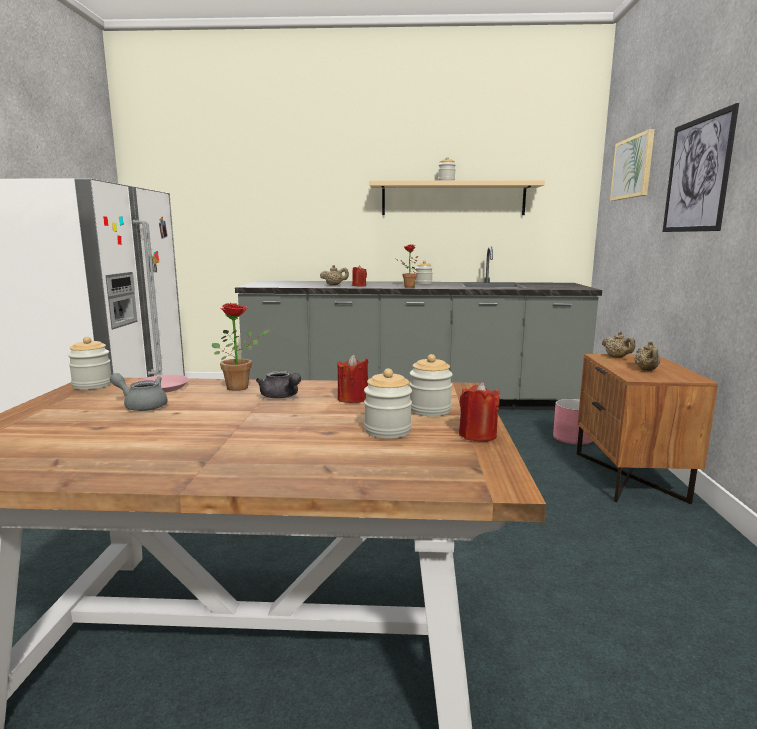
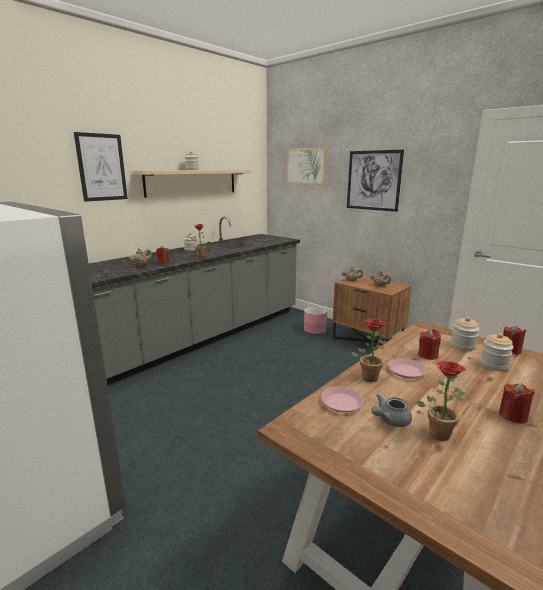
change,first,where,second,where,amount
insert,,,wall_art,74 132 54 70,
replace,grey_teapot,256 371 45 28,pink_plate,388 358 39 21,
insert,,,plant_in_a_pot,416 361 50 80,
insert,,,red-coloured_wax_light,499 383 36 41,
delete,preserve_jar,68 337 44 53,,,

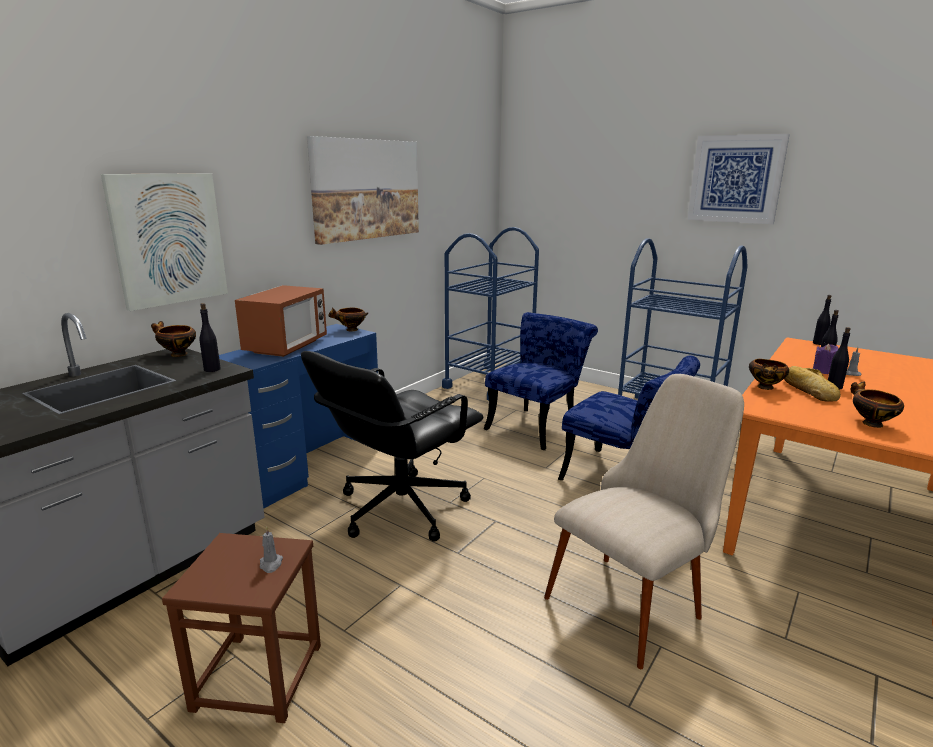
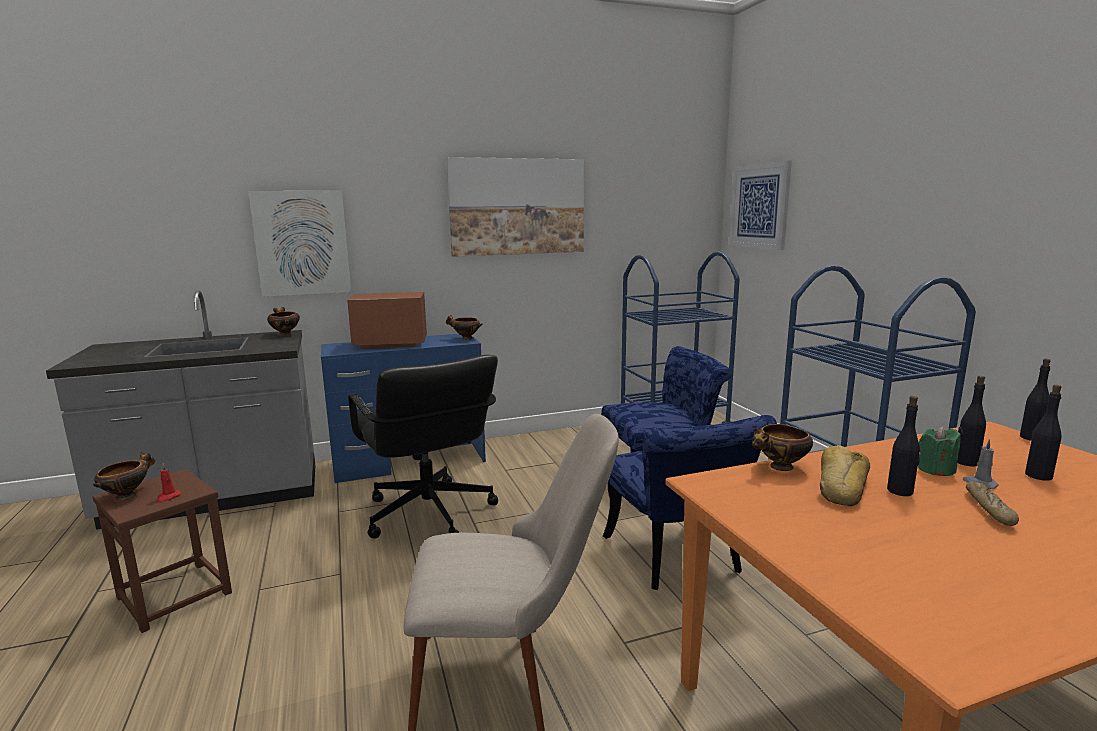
change,first,where,second,where,amount
move,bowl,850 381 54 47,,93 452 62 49,
recolor,grey_wax_light,260 526 23 47,red-coloured_wax_light,157 463 24 40,
rotate,microwave,235 285 92 72,,347 292 80 57,150 degrees counterclockwise
rotate,black_computer_chair,301 351 182 191,,348 355 150 184,105 degrees counterclockwise
move,wall_art,687 134 103 90,,729 160 63 90,
recolor,purple_wax_light,813 344 25 30,green_wax_light,918 426 43 50,
insert,,,bakery_bread,966 481 53 45,
move,black_bottle,200 303 21 69,,1025 385 37 96,

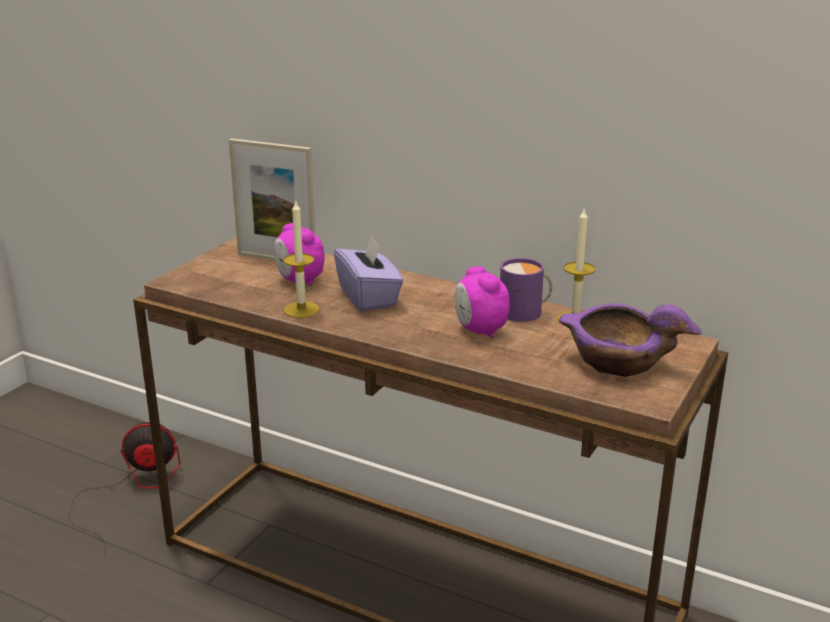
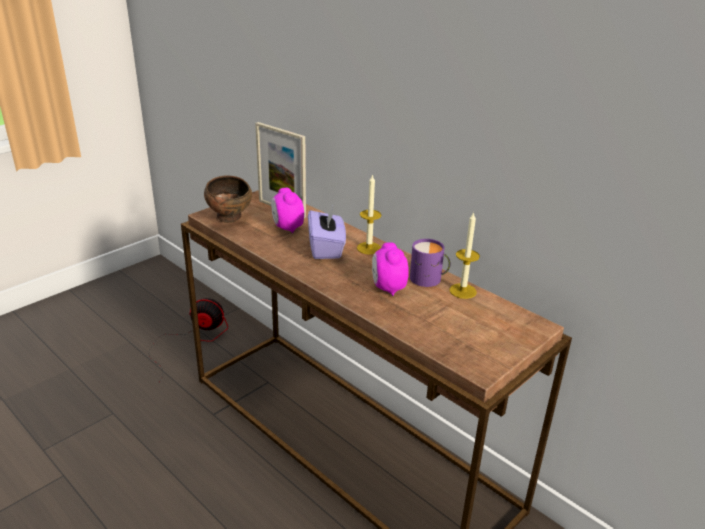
change,first,where,second,where,amount
insert,,,brownish_bowl,204 176 48 47,
move,wax_light,283 201 36 117,,357 174 24 81,
delete,purple_bowl,559 303 143 74,,,

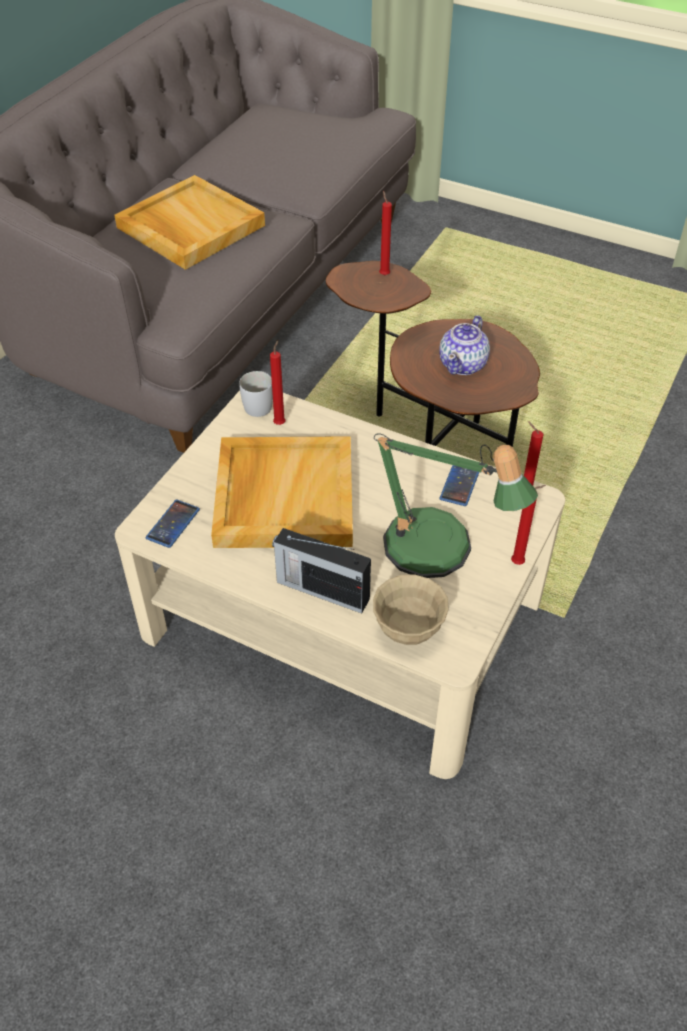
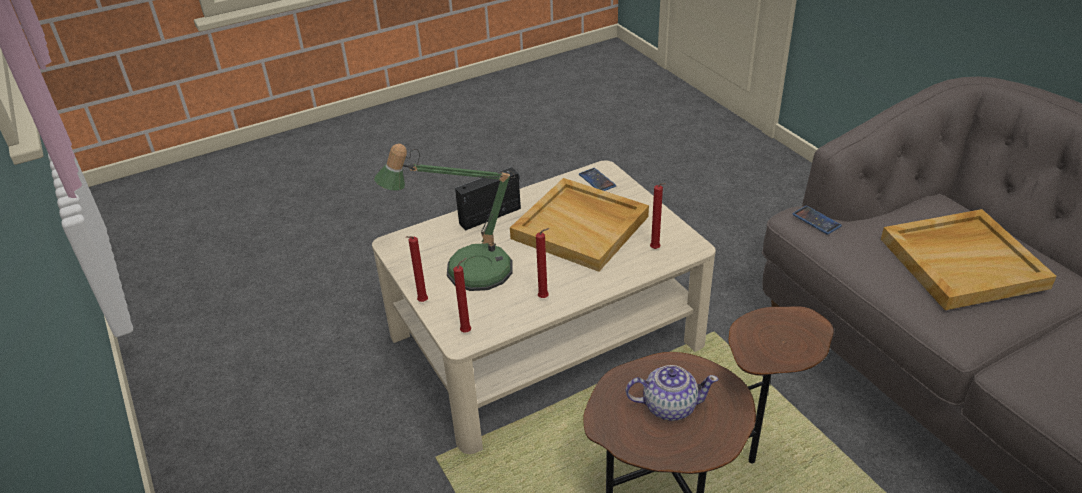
change,first,where,second,where,amount
move,red-coloured_wax_light,379 191 13 85,,536 228 14 70,
rotate,teapot,439 315 51 60,,626 365 92 56,120 degrees clockwise
move,telephone,439 465 40 41,,792 206 50 29,
delete,white_coffee_mug,239 371 34 46,,,
delete,beige_bowl,373 575 76 70,,,

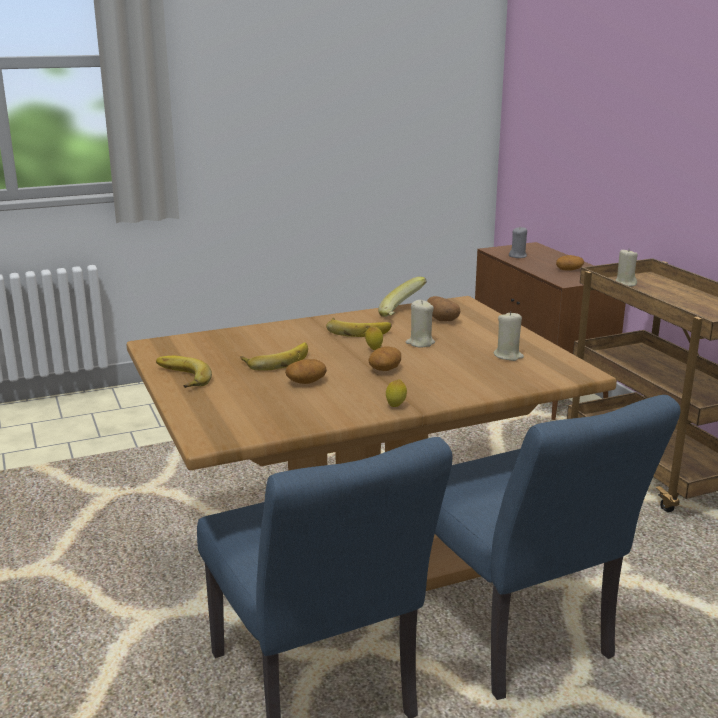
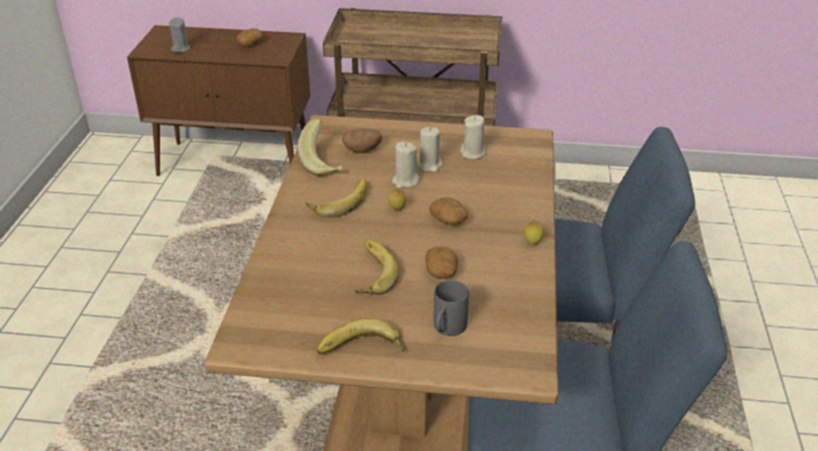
change,first,where,second,where,amount
move,beige_wax_light,615 250 23 37,,417 127 25 45,
insert,,,grey_coffee_mug,434 280 35 56,

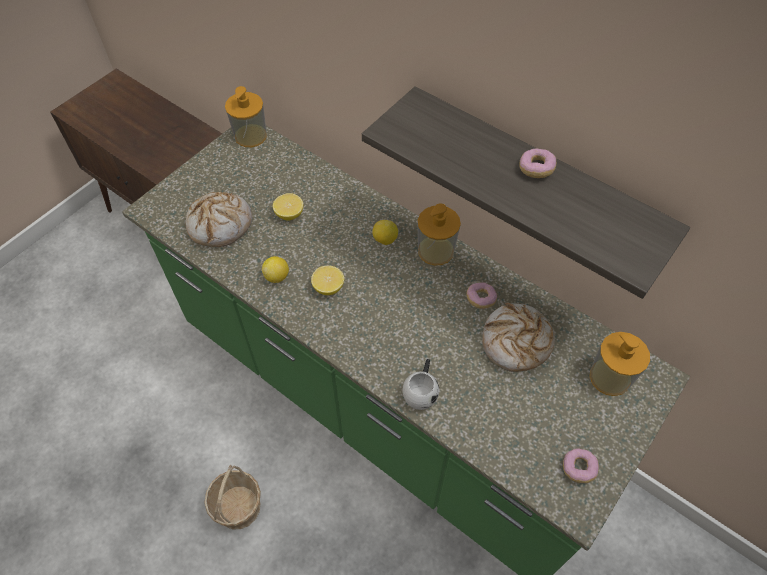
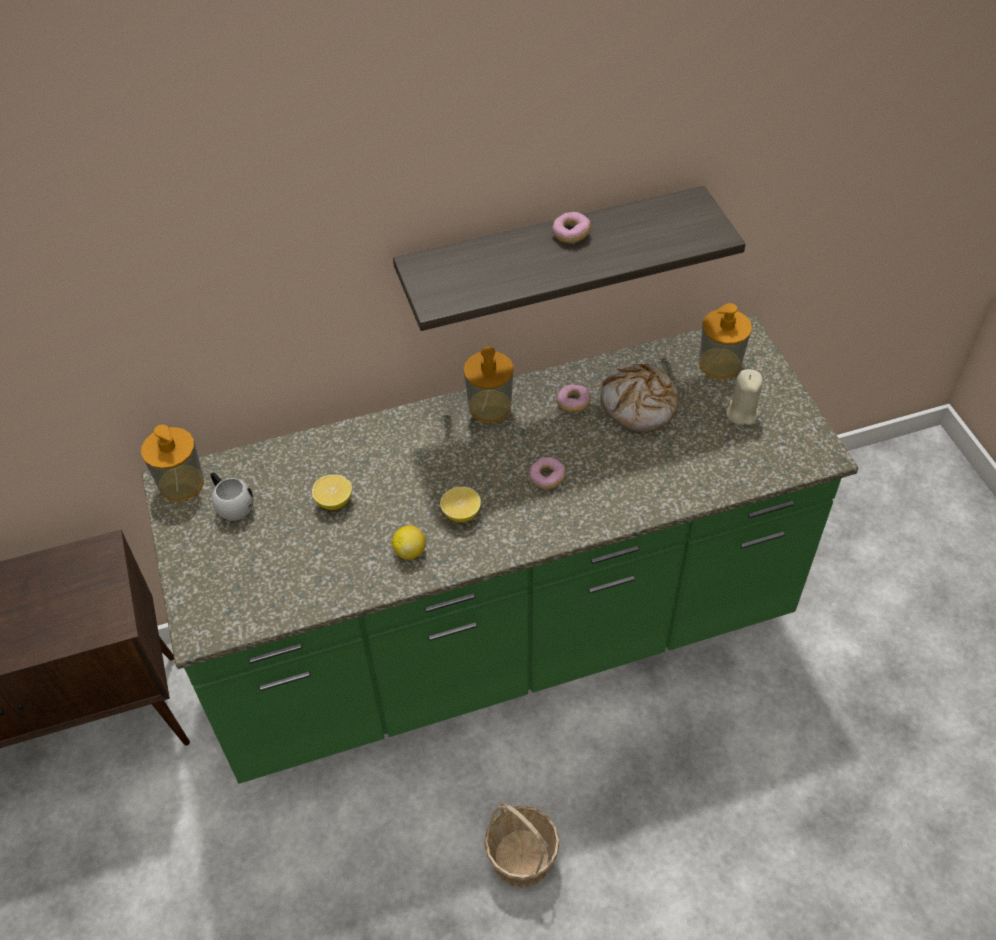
change,first,where,second,where,amount
move,white_coffee_mug,402 359 37 51,,211 472 43 49,
move,donut,563 448 36 35,,529 457 37 32,
insert,,,beige_wax_light,726 369 37 56,
delete,bakery_bread,185 192 67 55,,,
delete,citrus_fruit,373 220 25 25,,,

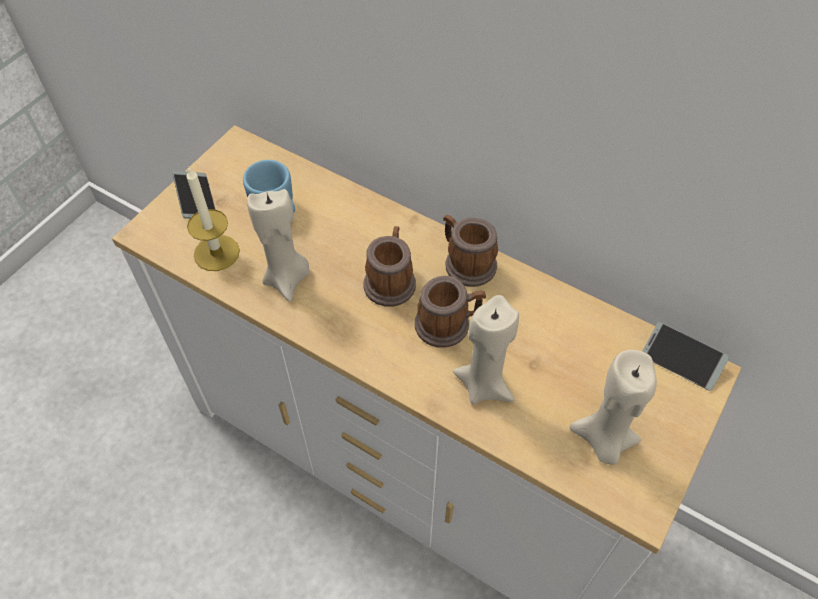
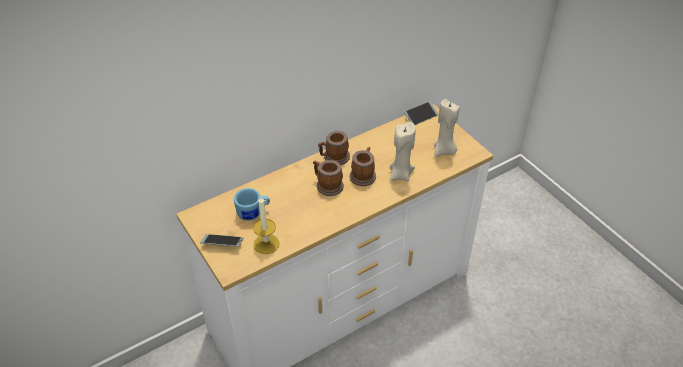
change,first,where,second,where,amount
delete,beige_wax_light,247 189 63 113,,,

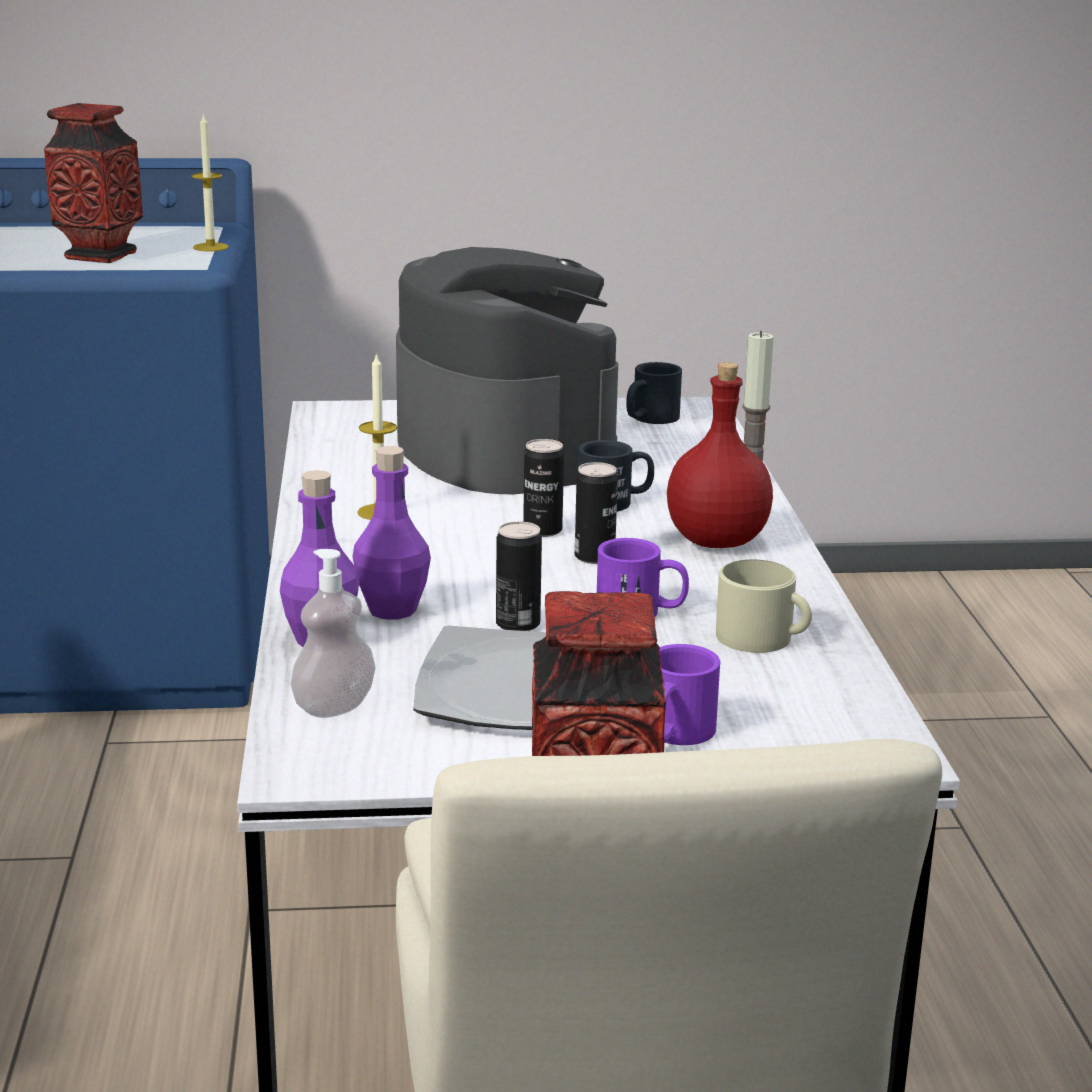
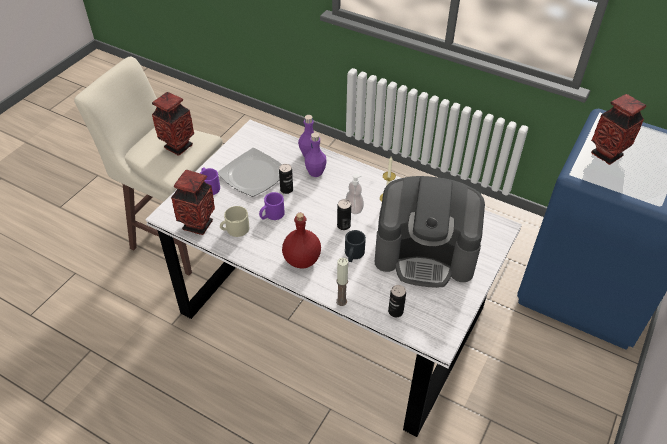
change,first,where,second,where,amount
insert,,,vase,171 170 44 65,
move,soap_bottle,290 549 86 169,,346 174 18 40,
move,sealed_can,575 462 43 102,,388 285 18 32,
delete,wax_light,191 113 38 138,,,
delete,black_coffee_mug,626 362 56 62,,,

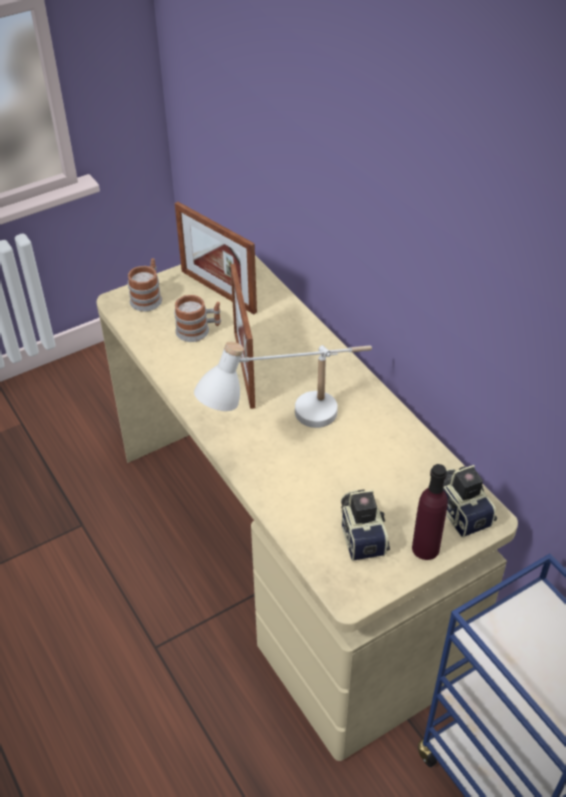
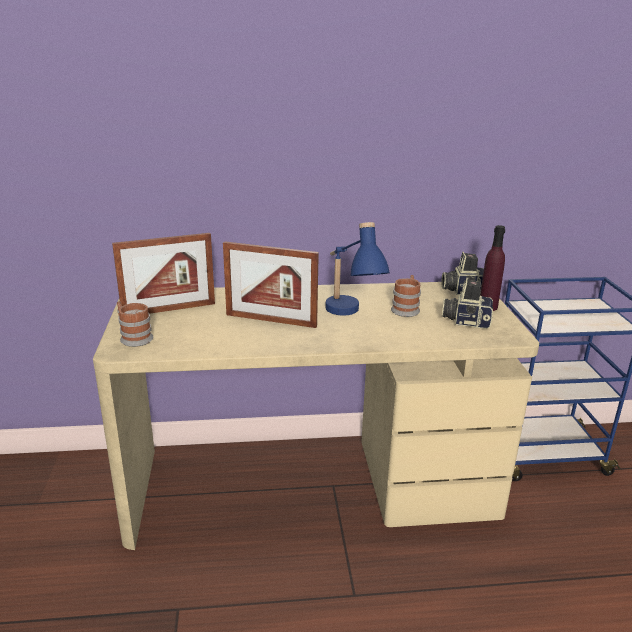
change,first,where,second,where,amount
recolor,white_tabletop_lamp,194 341 178 87,bluish_tabletop_lamp,325 222 65 94,
move,coffee_mug,174 295 47 47,,391 275 30 42,

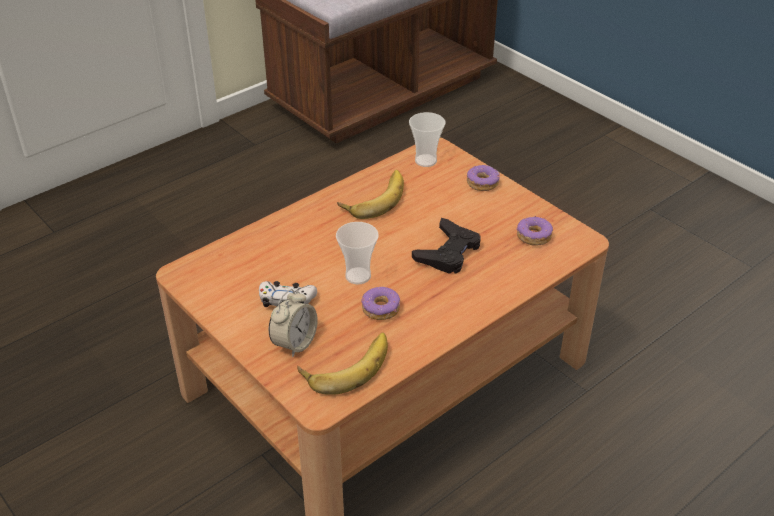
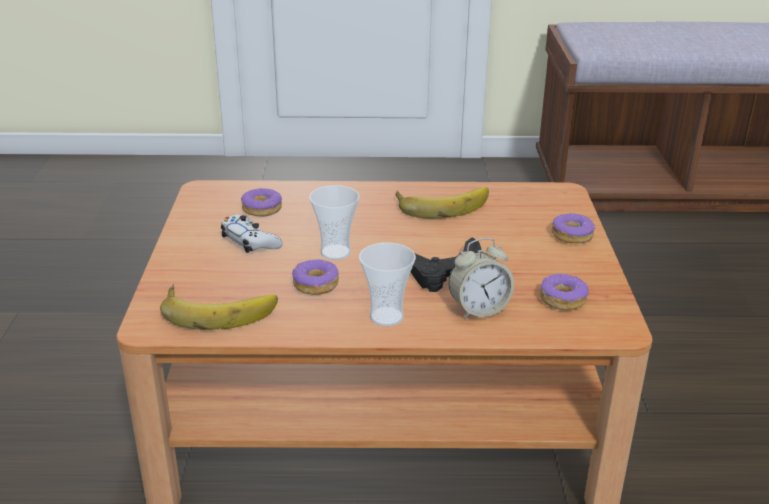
change,first,where,second,where,amount
insert,,,donut,241 188 41 29,
move,cup,409 112 36 55,,359 242 57 85,
move,alarm_clock,269 289 49 68,,449 238 65 81,

